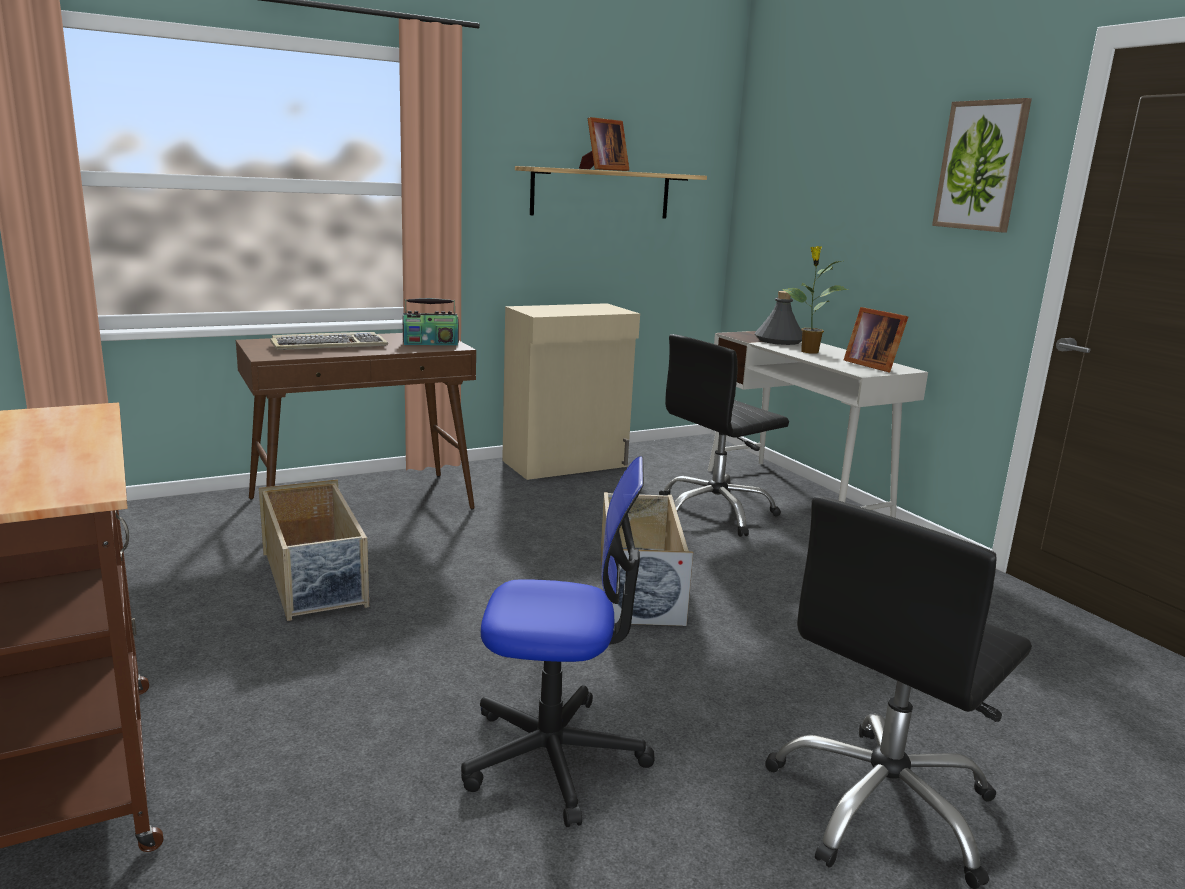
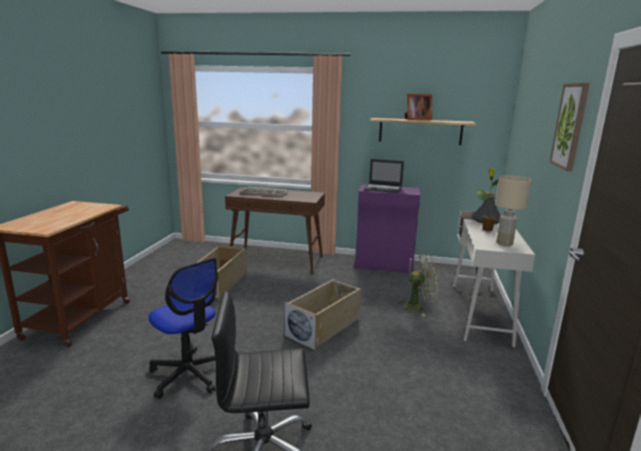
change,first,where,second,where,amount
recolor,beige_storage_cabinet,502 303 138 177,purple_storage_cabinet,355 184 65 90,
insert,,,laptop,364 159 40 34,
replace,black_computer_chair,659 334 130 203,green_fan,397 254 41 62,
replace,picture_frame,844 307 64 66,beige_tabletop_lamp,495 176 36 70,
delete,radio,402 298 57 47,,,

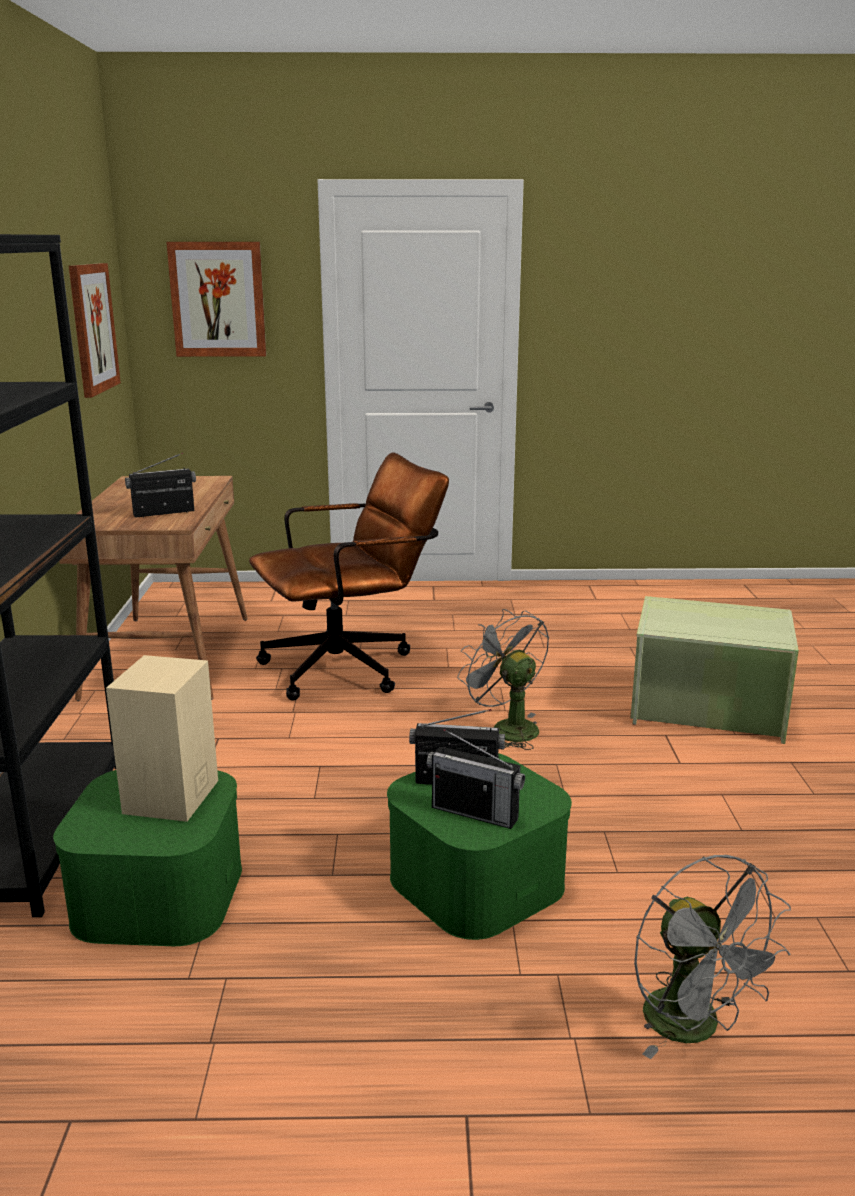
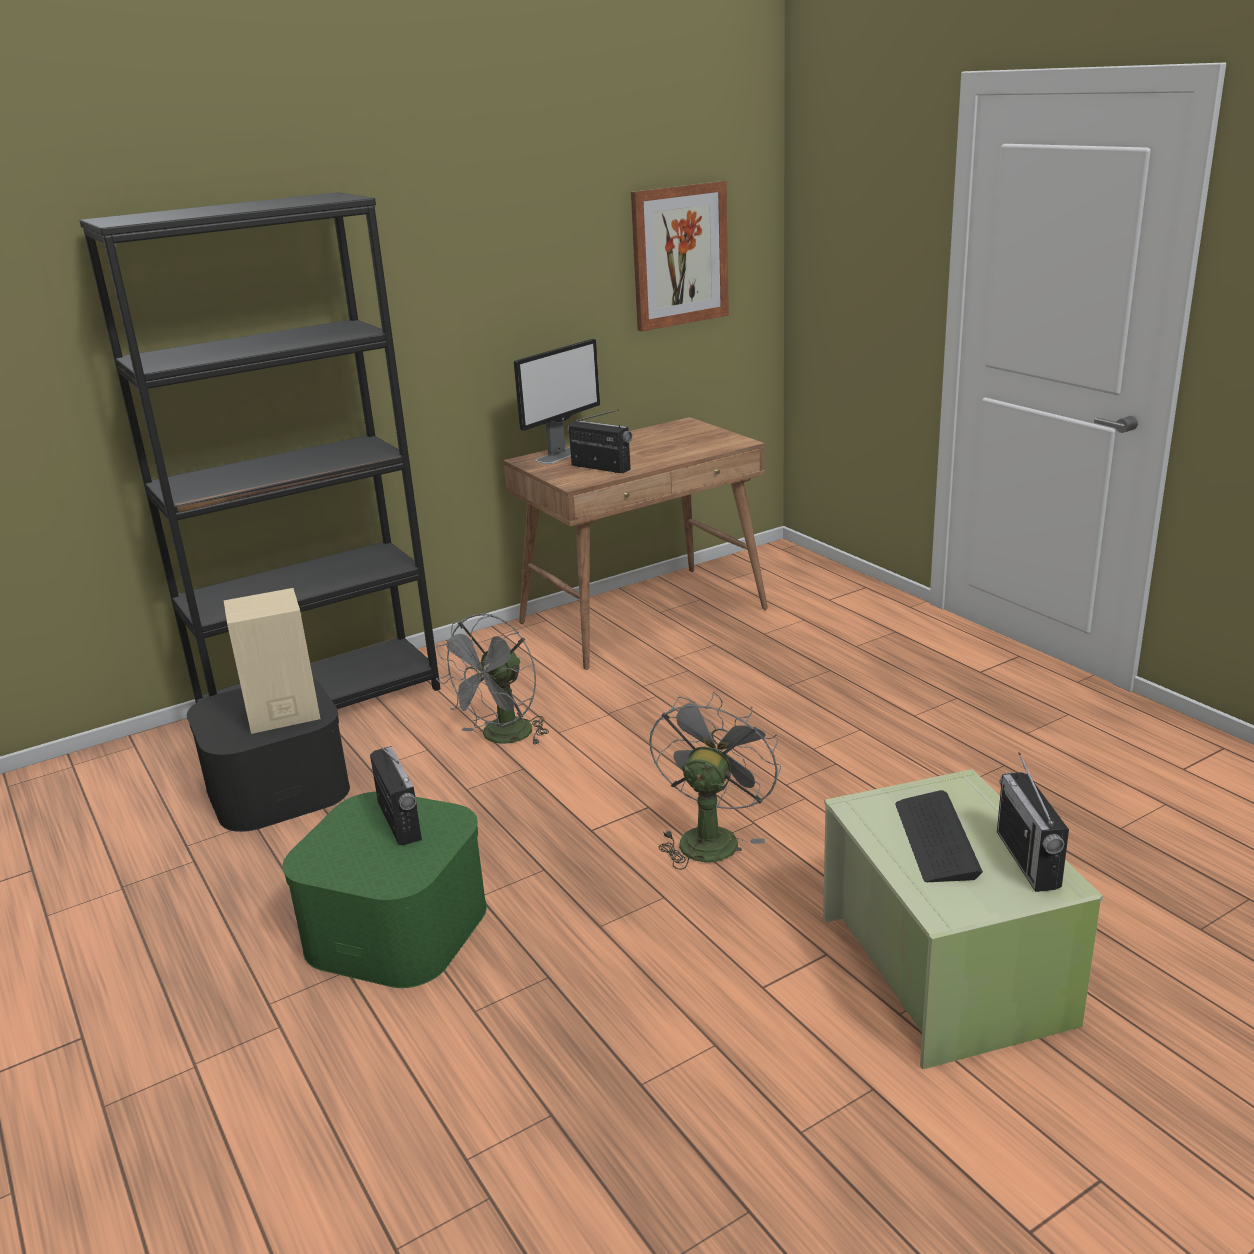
change,first,where,second,where,amount
recolor,green_storage_box,53 770 189 176,black_storage_box,187 678 163 154,
move,grey_fan,634 855 157 204,,436 613 113 133,
insert,,,computer_screen,514 339 86 125,
insert,,,computer_keyboard,895 790 88 92,
move,radio,427 729 98 100,,997 752 72 140,
delete,wall_art,166 242 100 115,,,
delete,brownish_computer_chair,249 452 200 249,,,

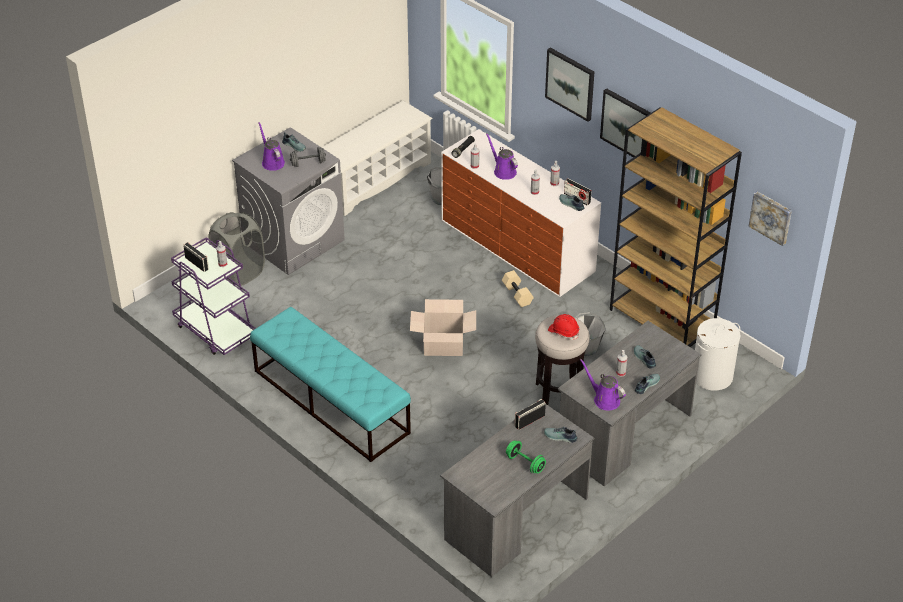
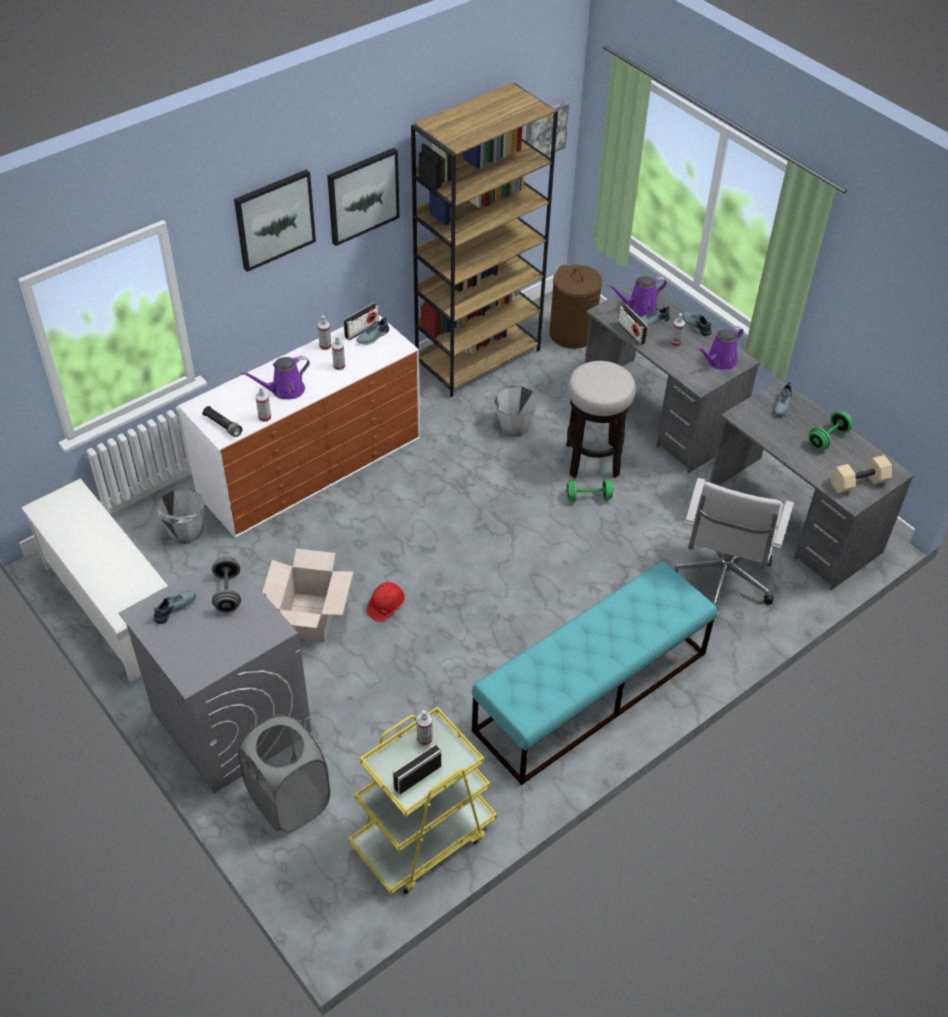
change,first,where,second,where,amount
move,carton,410 299 66 57,,262 549 91 92,
recolor,purple_trolley,171 237 85 118,yellowish_trolley,348 707 149 187,
move,red-coloured_safety_helmet,548 314 31 26,,367 582 38 40,
recolor,white_washing_basket,695 318 46 73,brownish_washing_basket,549 265 53 84,
insert,,,green_free_weight,566 478 48 24,
move,purple_watering_pot,258 122 27 49,,607 276 60 39,
move,radio,515 399 31 31,,618 305 30 40,
insert,,,white_computer_chair,674 478 120 128,
move,beige_free_weight,502 270 32 37,,831 455 61 39,

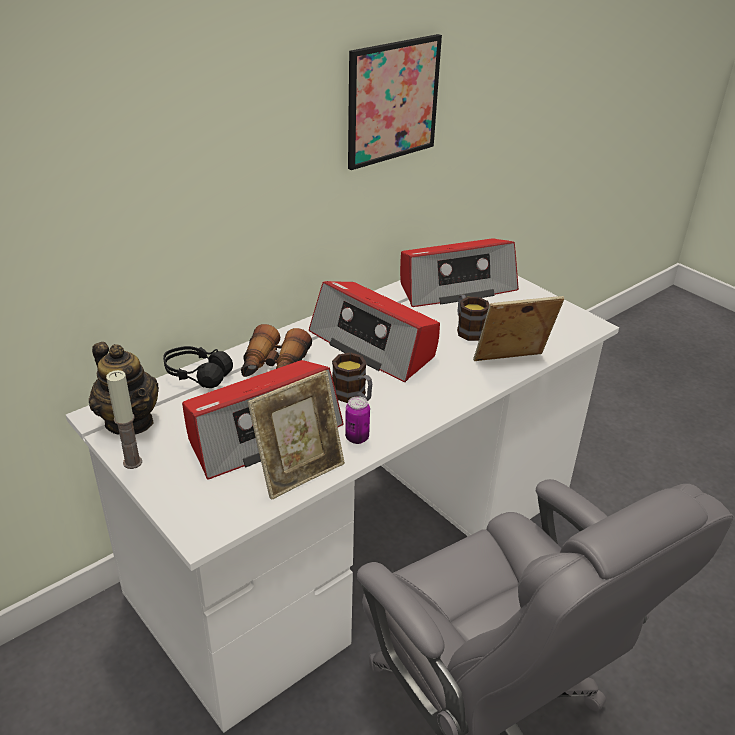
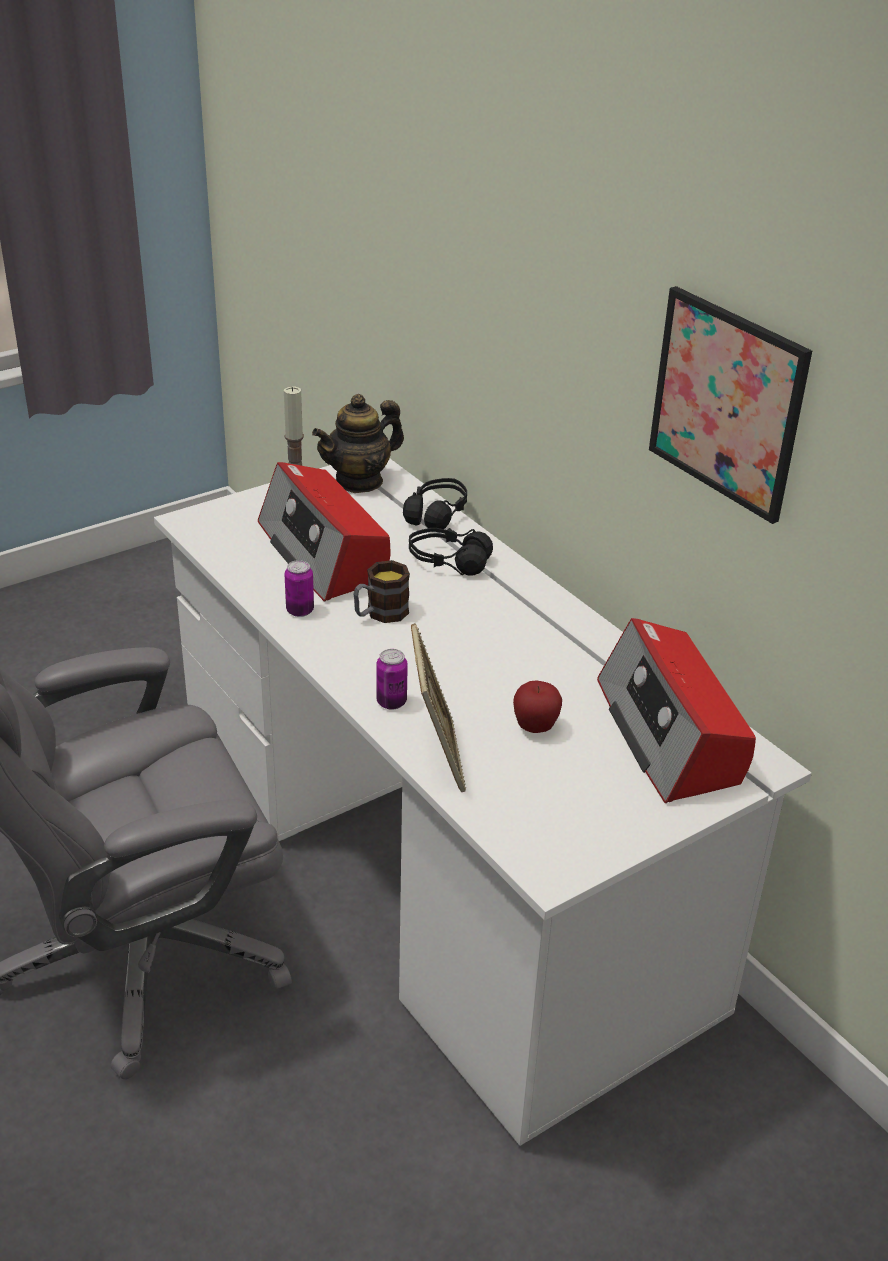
change,first,where,second,where,amount
insert,,,sealed_can,376 649 32 61,
replace,binoculars,241 324 71 53,black_headphones,409 528 84 48,
replace,coffee_mug,457 294 32 47,whole_apple,513 681 49 52,
delete,picture_frame,247 370 98 130,,,
delete,radio,309 281 131 101,,,

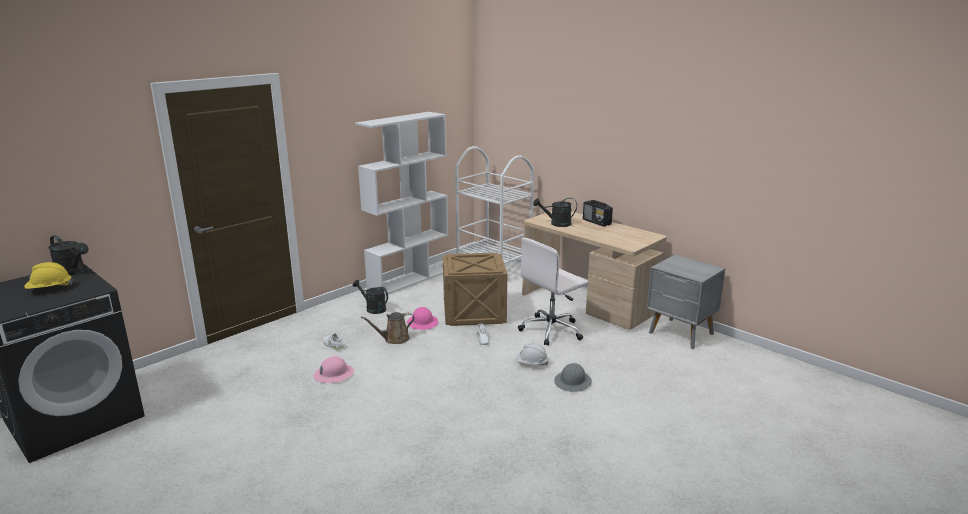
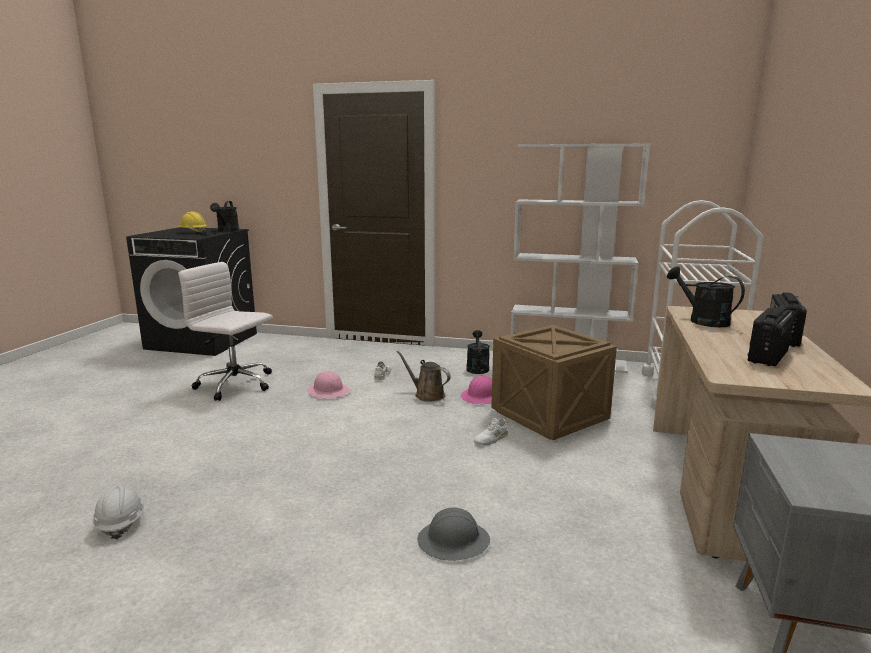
change,first,where,second,where,amount
move,white_safety_helmet,516 343 33 23,,93 484 51 56,
move,white_computer_chair,518 238 71 108,,178 262 95 139,
insert,,,radio,747 307 48 59,

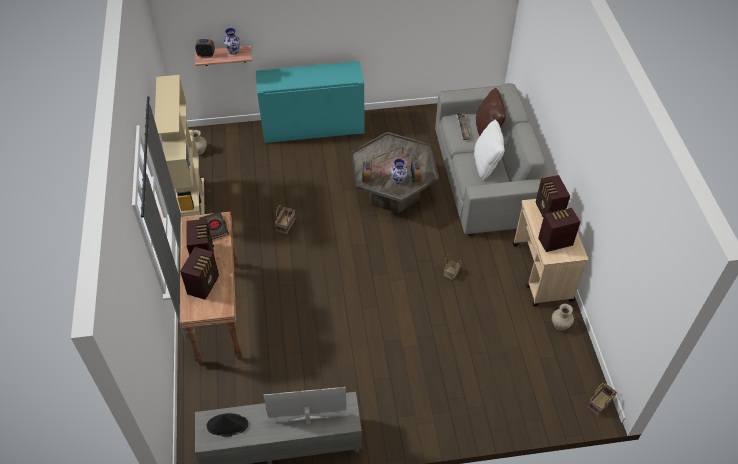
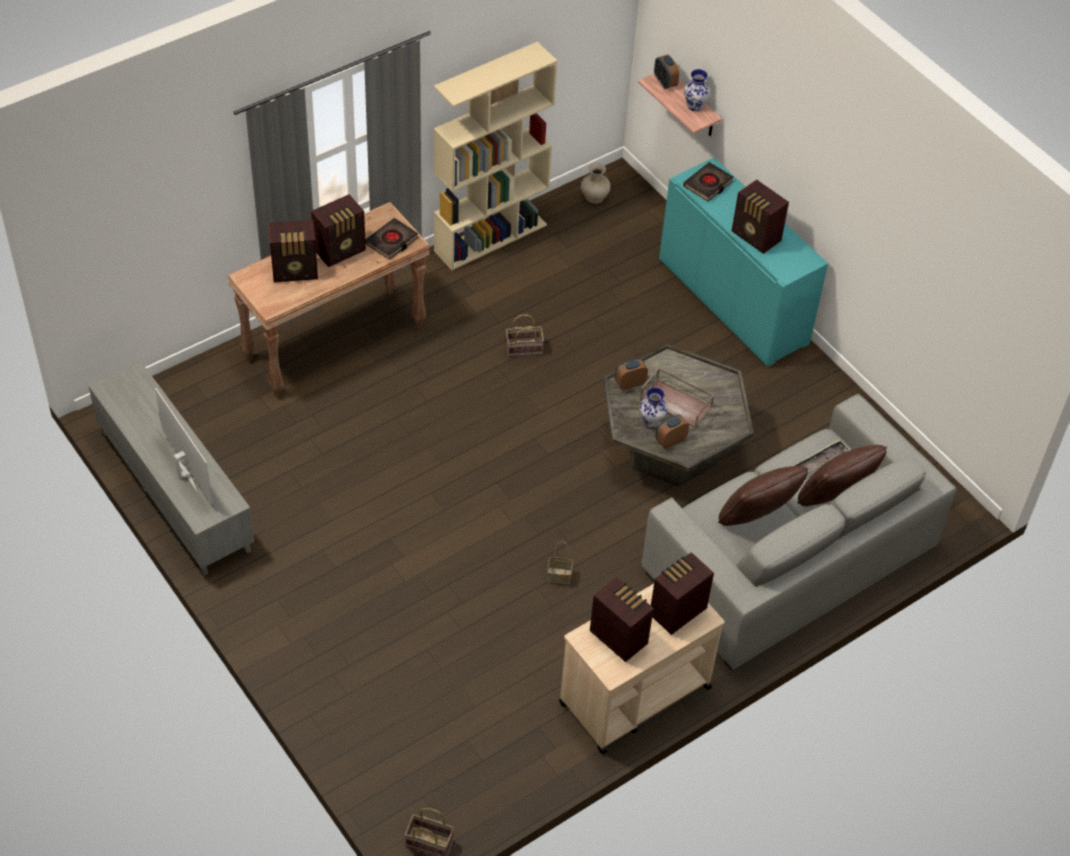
change,first,where,second,where,amount
insert,,,black_bound_book,683 162 51 39,
recolor,white_throw_pillow,474 119 31 61,brownish_throw_pillow,718 466 90 60,
insert,,,radio,732 179 57 75,
delete,black_wearable_hat,206 413 42 24,,,
delete,beige_vase,552 303 22 28,,,

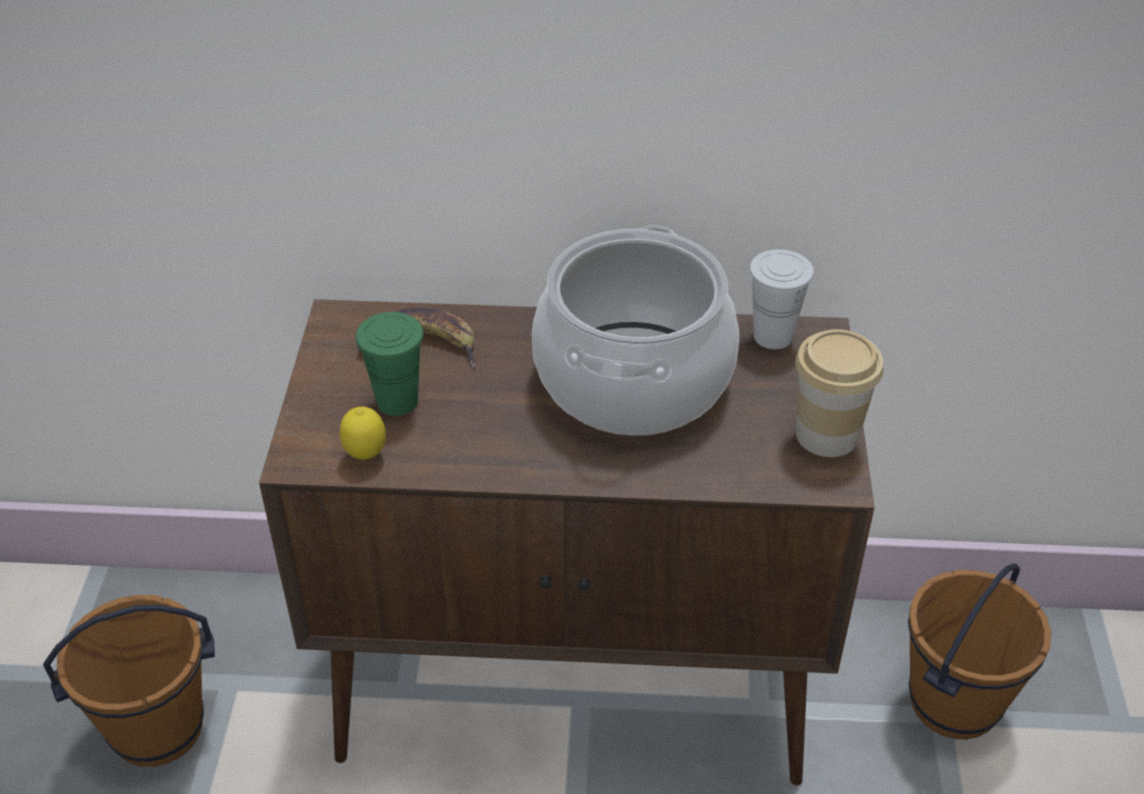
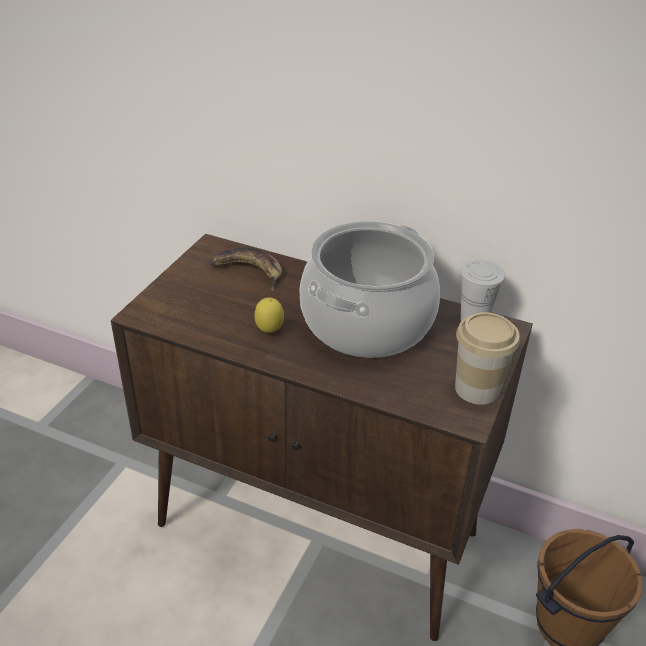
change,first,where,second,where,amount
move,citrus_fruit,340 407 46 53,,254 298 30 35,
delete,brownish_water_bucket,43 595 172 172,,,
delete,green_cup,356 312 67 104,,,

